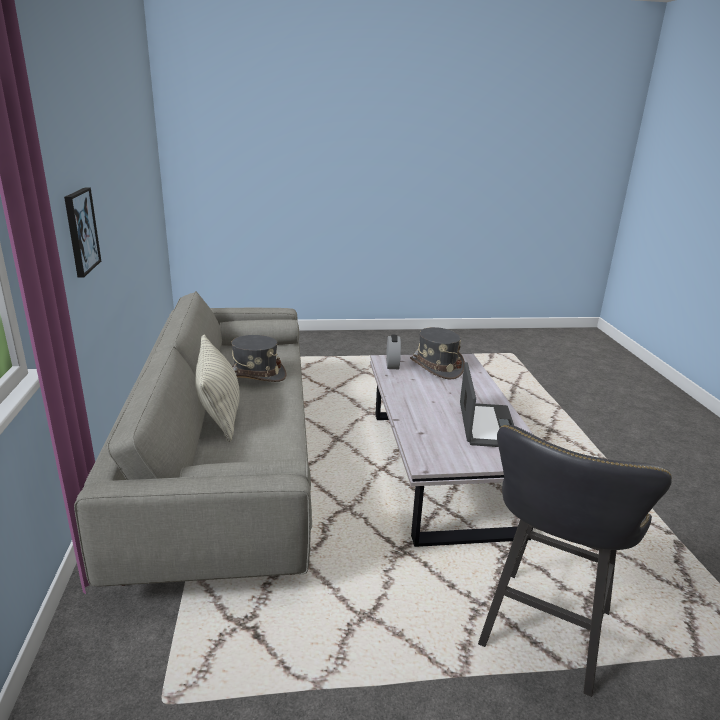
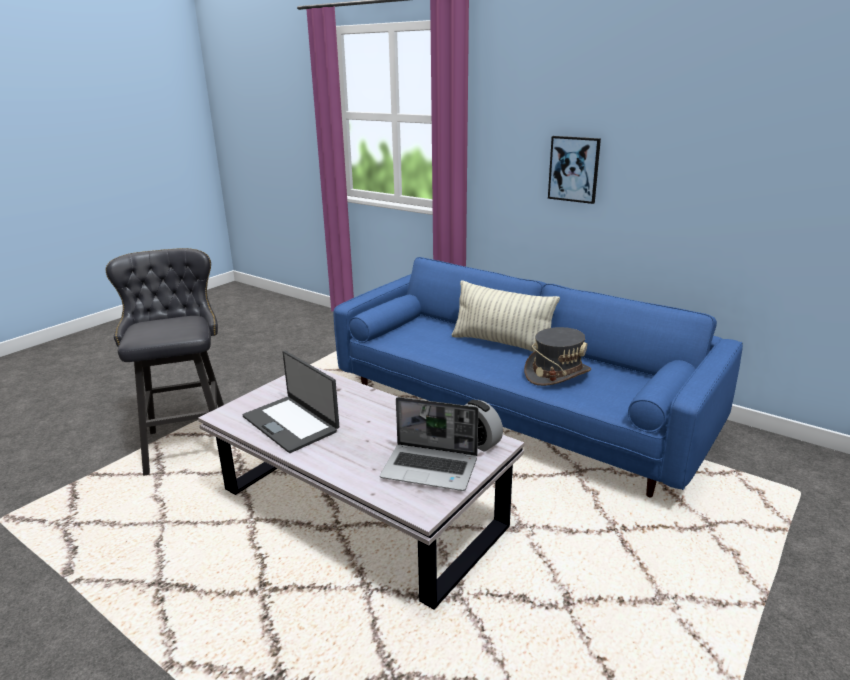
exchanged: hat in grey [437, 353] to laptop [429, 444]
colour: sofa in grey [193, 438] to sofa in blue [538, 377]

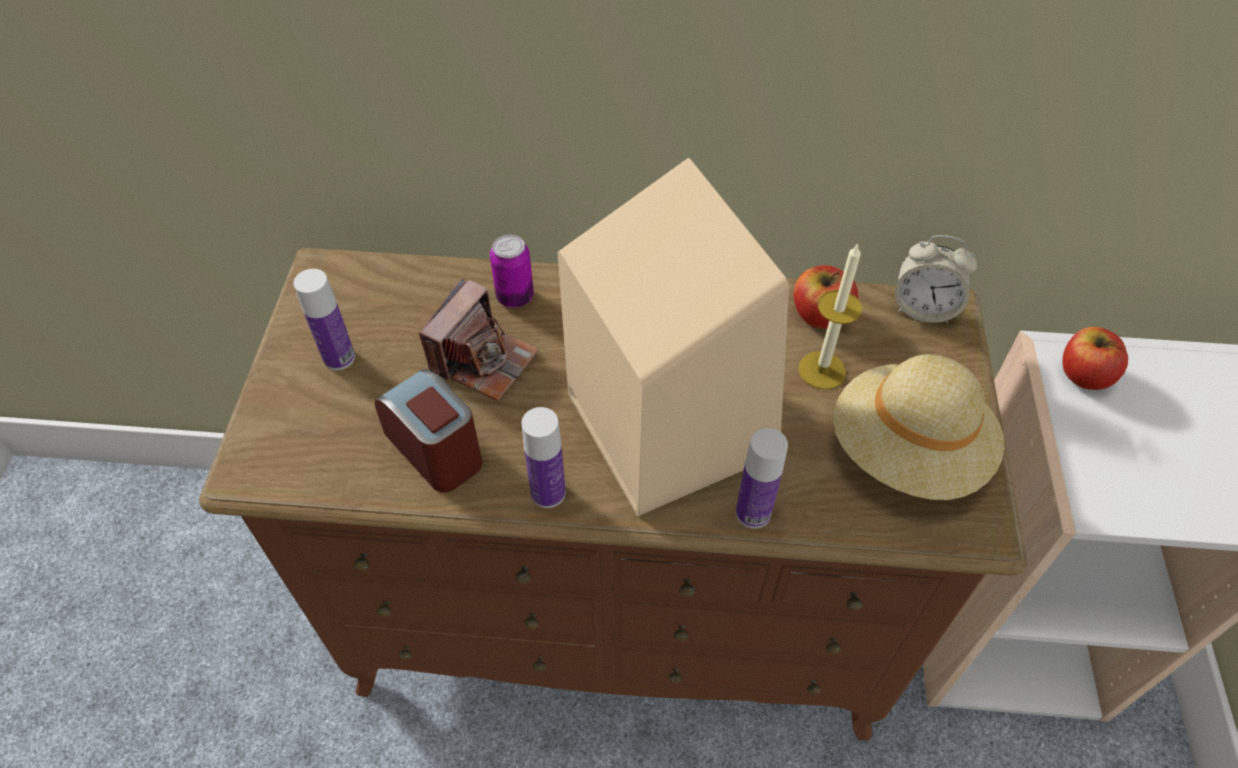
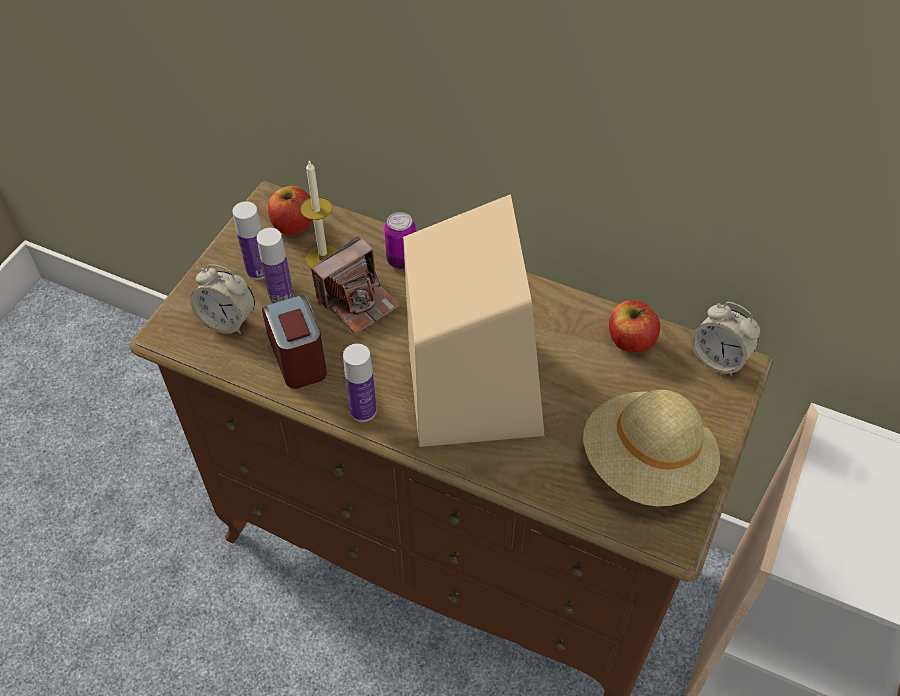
appeared: alarm clock [222, 299]
relocated: bottle [762, 478] to [275, 266]; candle [830, 316] to [318, 214]; apple [1095, 358] to [290, 210]

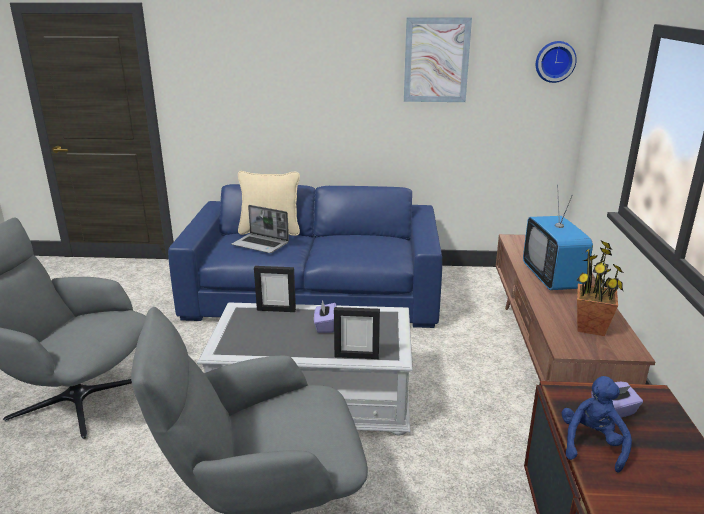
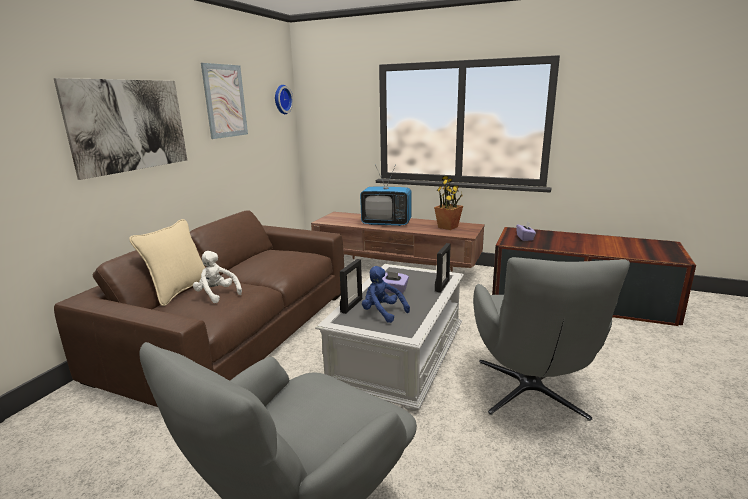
appeared: picture [120, 129]
relocated: plush toy in blue [597, 424] to [386, 294]
exchanged: laptop [260, 229] to plush toy in white [217, 277]
colour: sofa in blue [305, 256] to sofa in brown [199, 309]

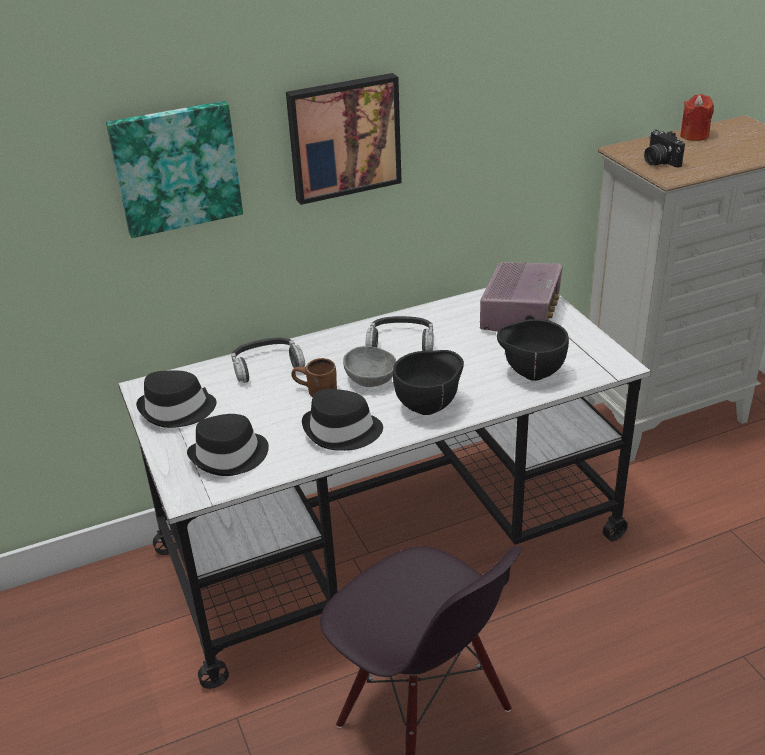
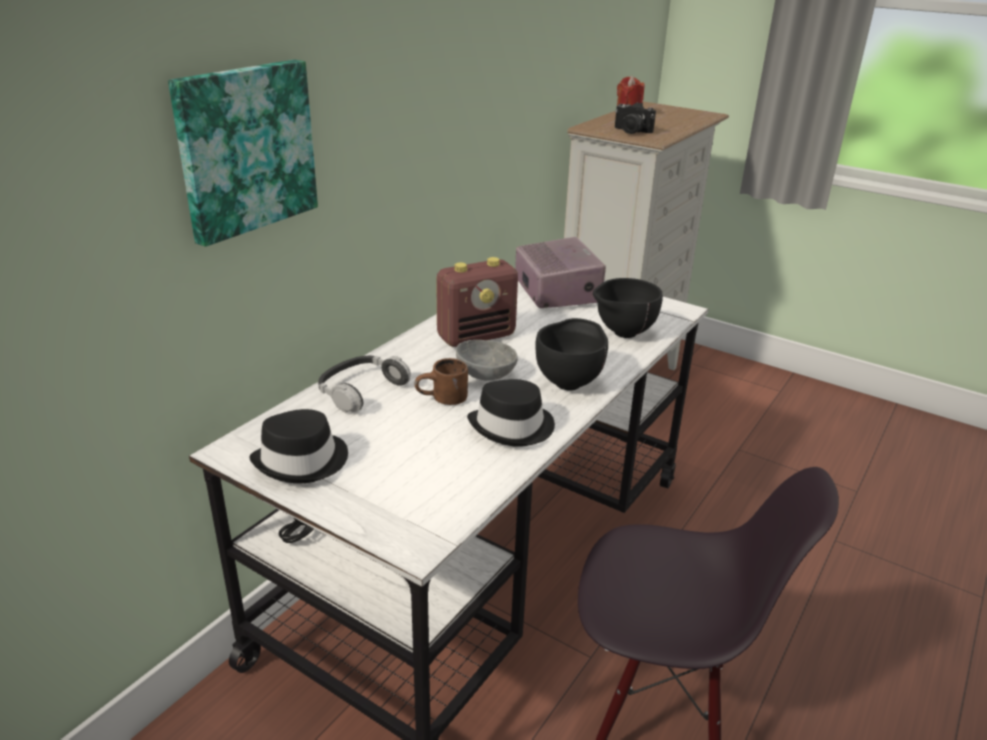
missing: hat in black [228, 445]; picture [344, 139]
exchanged: headphones [400, 333] to radio [477, 302]

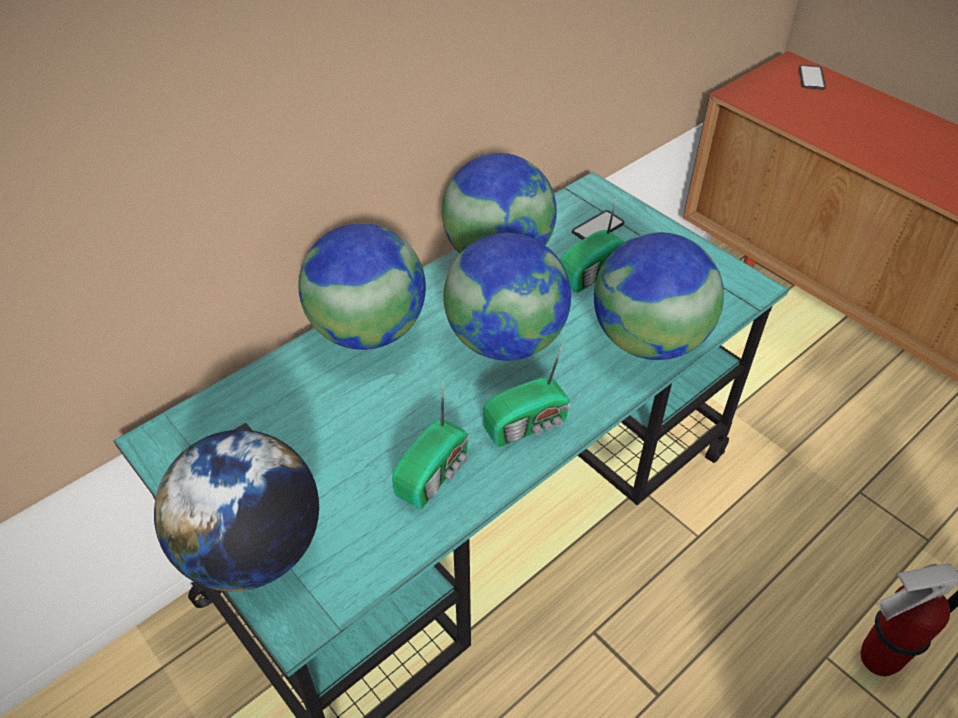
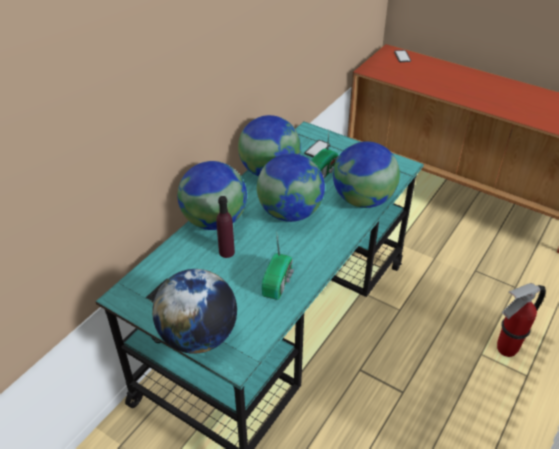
missing: radio [526, 395]
appeared: bottle in purple [225, 227]

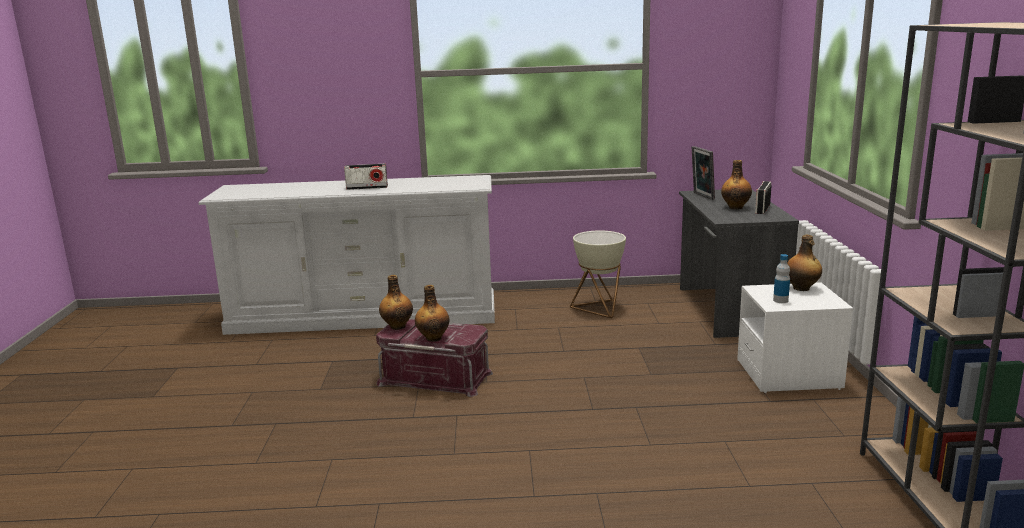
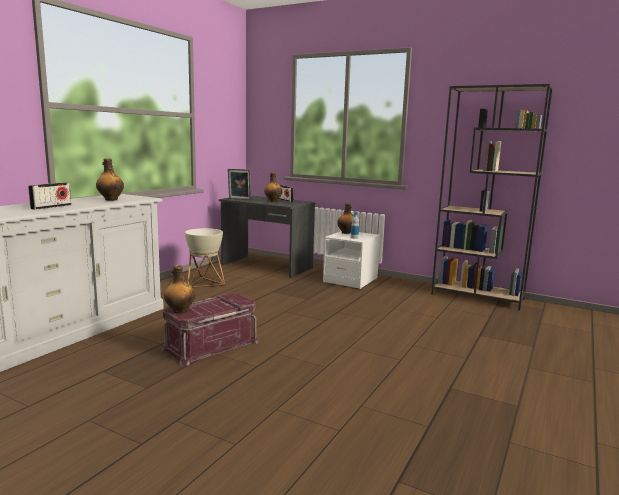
relocated: bottle [432, 313] to [110, 179]

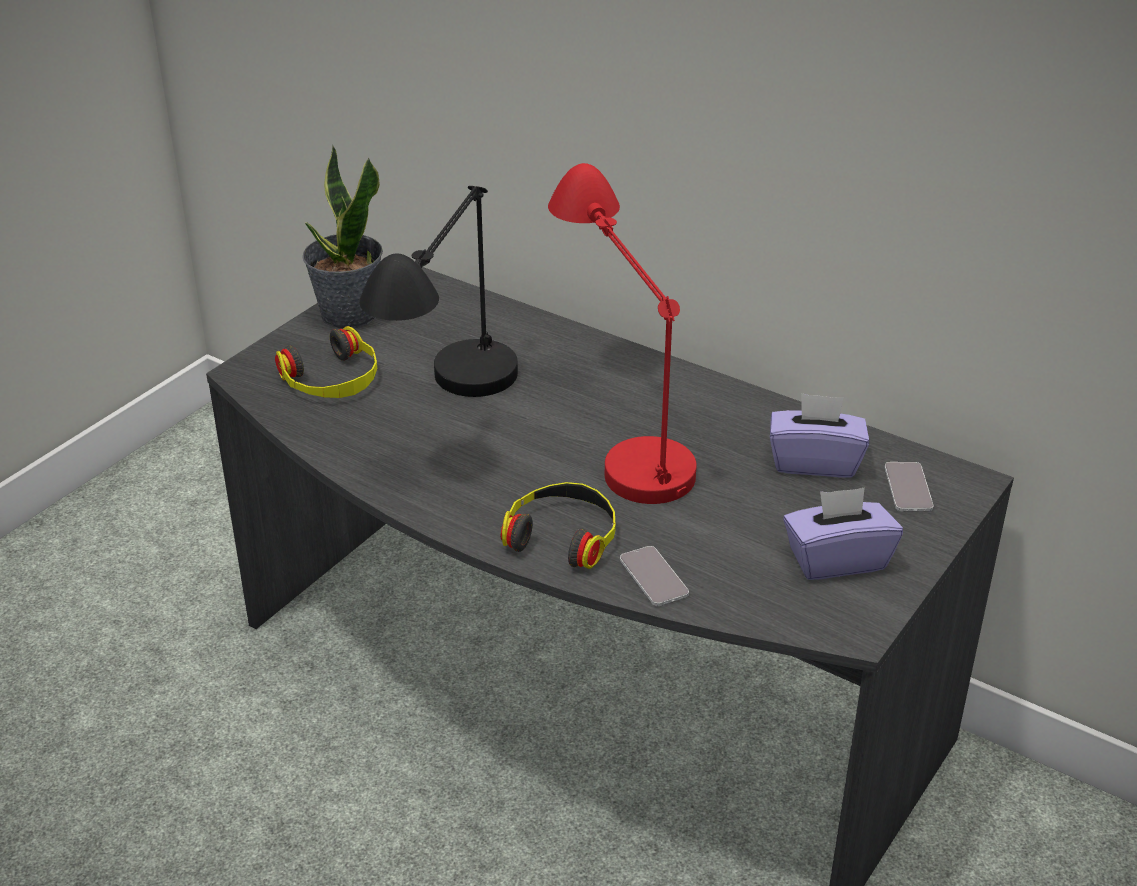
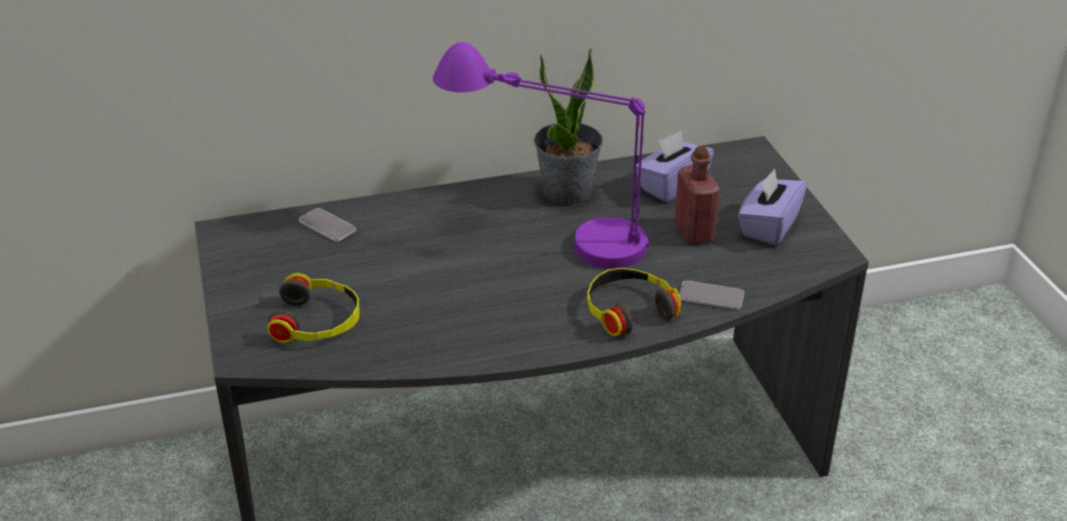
missing: table lamp in black [438, 291]
appeared: bottle in red [697, 195]
relocated: potted plant [342, 237] to [568, 126]; phone [909, 486] to [327, 225]
colour: table lamp in red [622, 333] to table lamp in purple [541, 155]

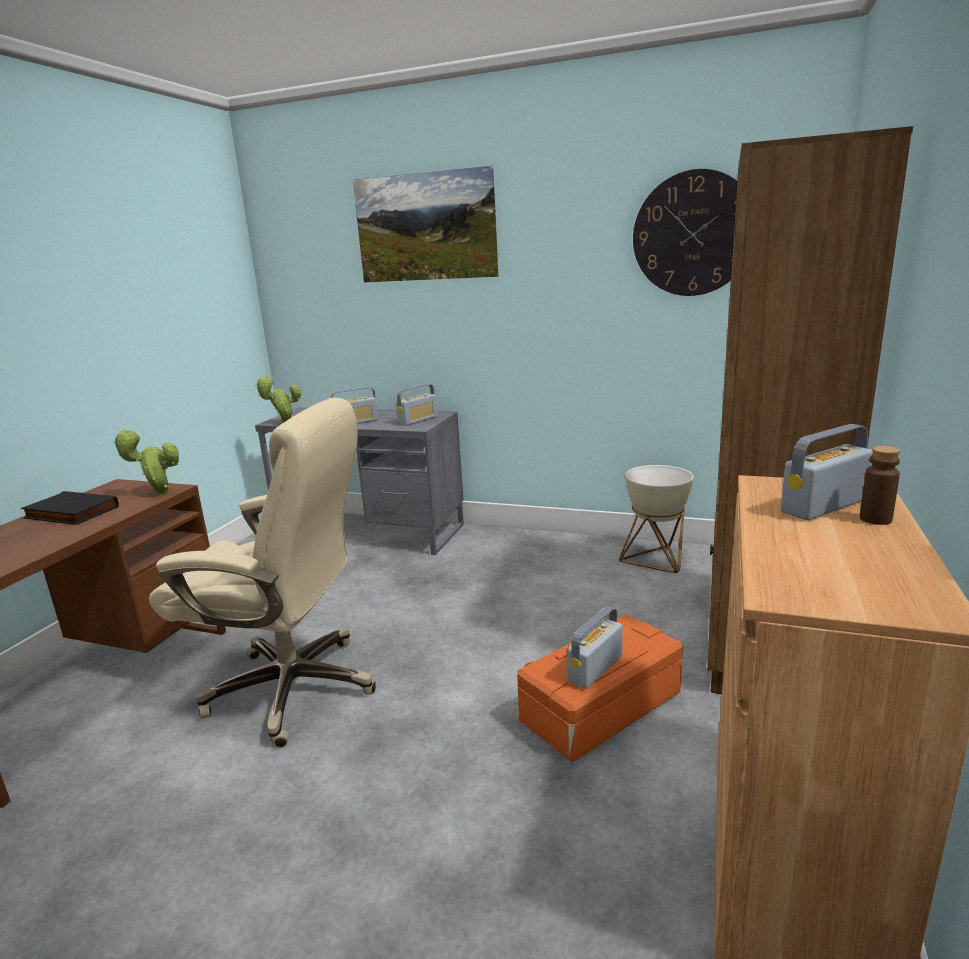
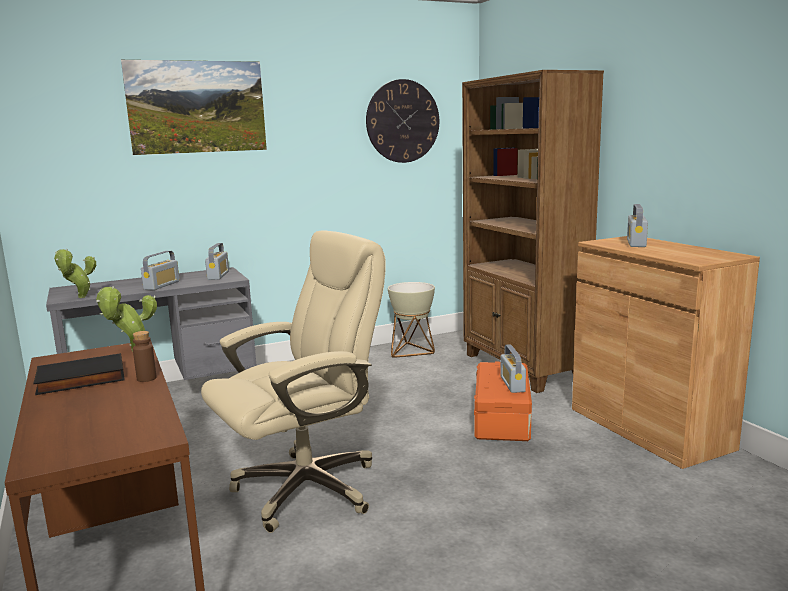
relocated: bottle in brown [880, 485] to [145, 356]

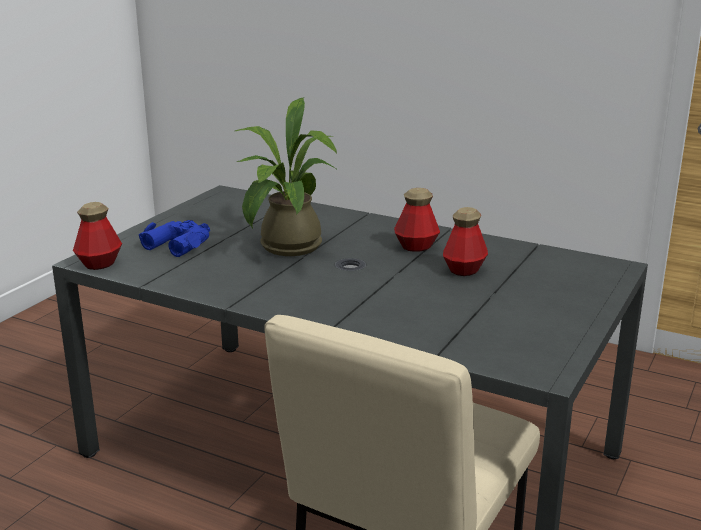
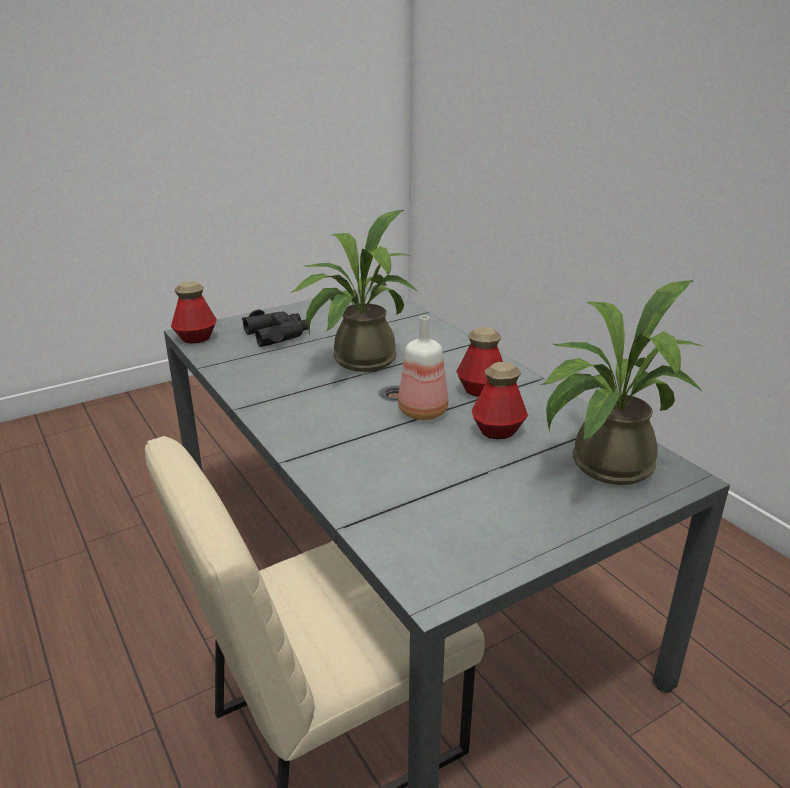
appeared: bottle [423, 368]; potted plant [622, 382]
colour: binoculars in blue [174, 238] to binoculars in black [275, 328]

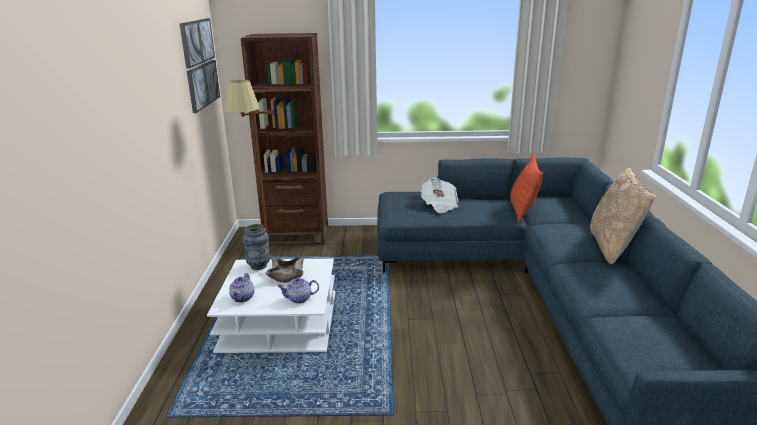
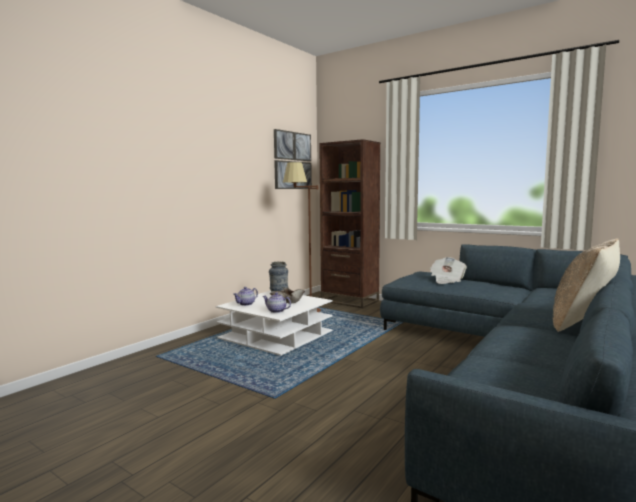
missing: pillow in orange [526, 188]

